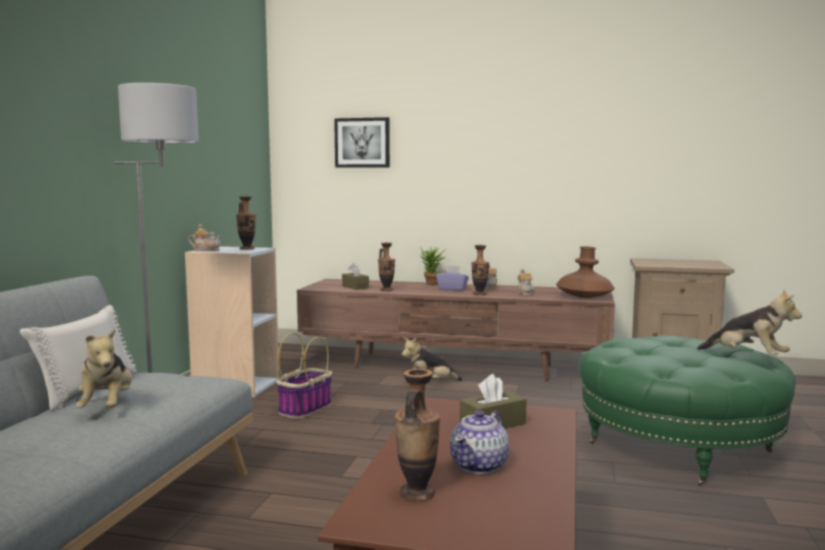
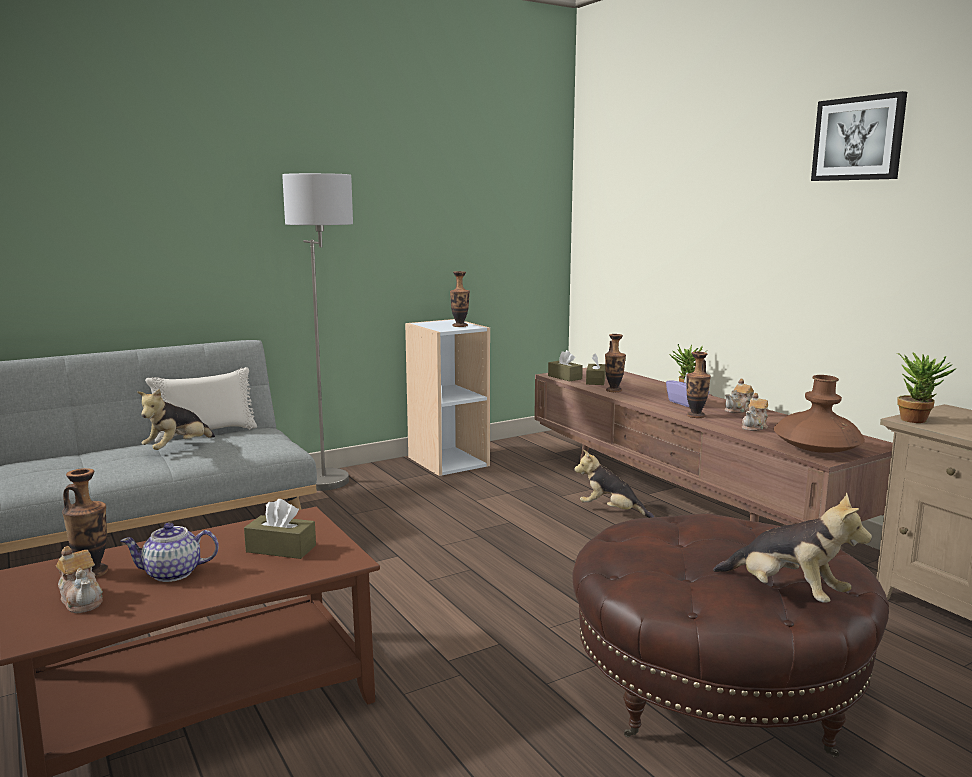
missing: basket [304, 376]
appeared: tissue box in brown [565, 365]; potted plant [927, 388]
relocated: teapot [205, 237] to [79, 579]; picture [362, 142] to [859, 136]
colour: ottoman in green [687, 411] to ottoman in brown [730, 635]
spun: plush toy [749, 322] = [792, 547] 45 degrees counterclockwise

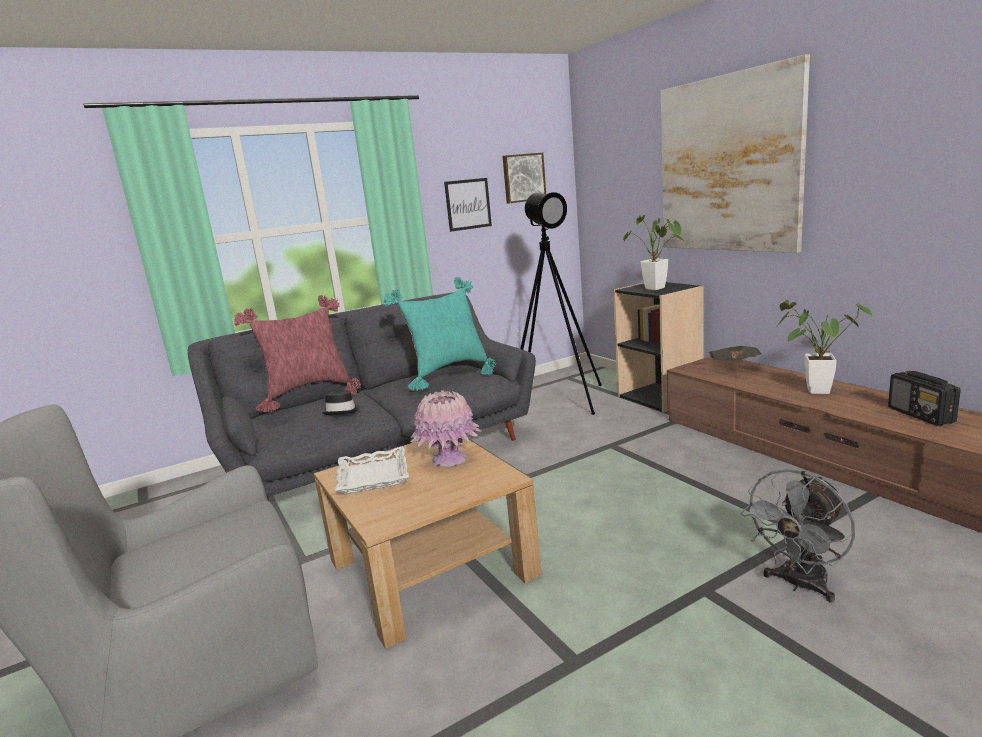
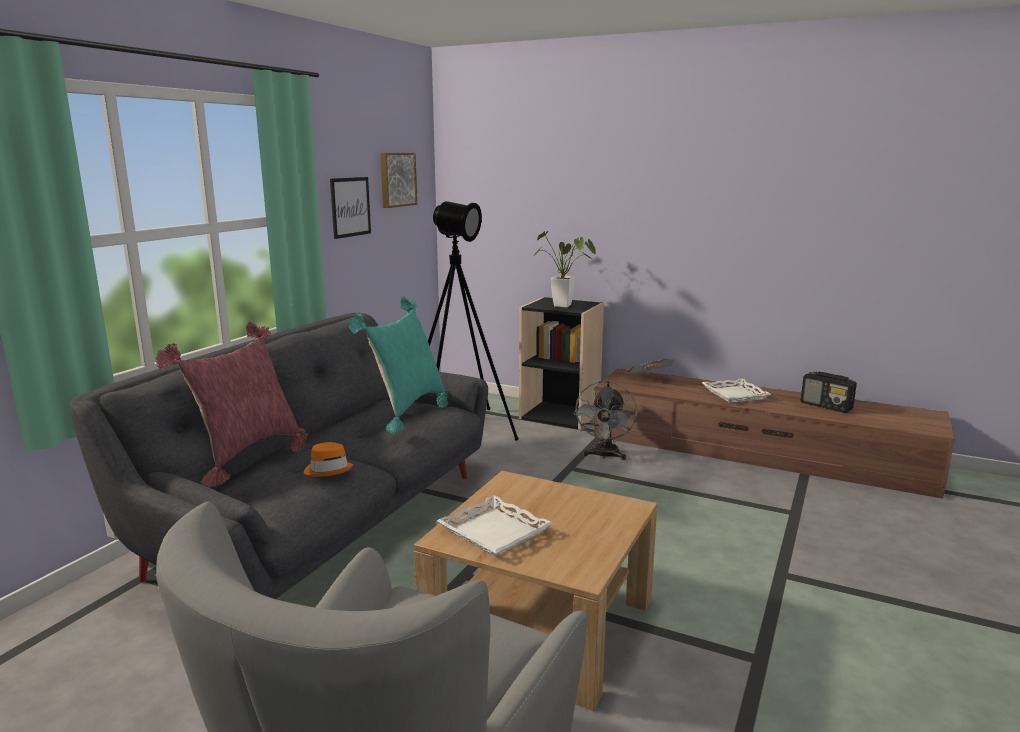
missing: vase in pink [446, 428]; picture [735, 153]
relocated: fan in grey [798, 536] to [605, 420]
exchanged: potted plant [825, 347] to tray in white [737, 391]
colour: hat in black [341, 402] to hat in orange [328, 459]

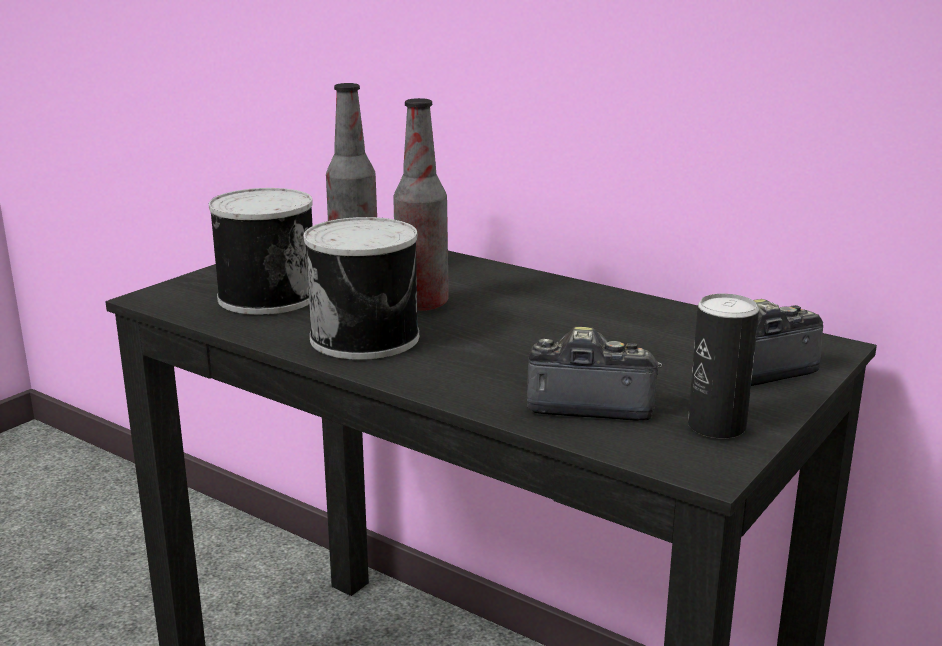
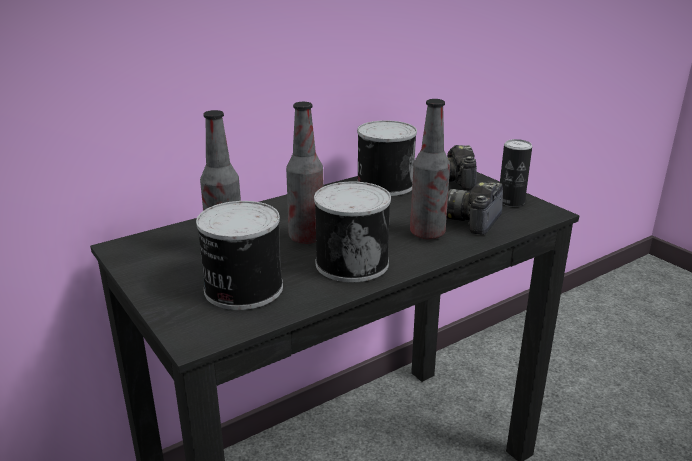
appeared: can [387, 158]; bottle [430, 169]

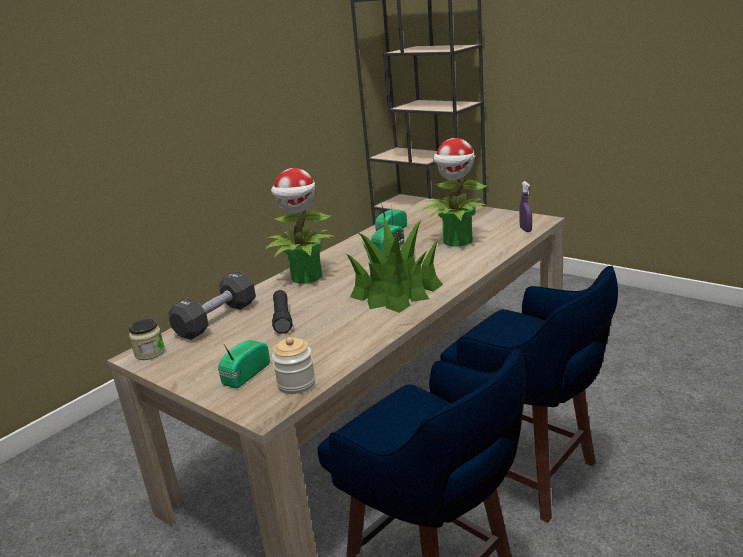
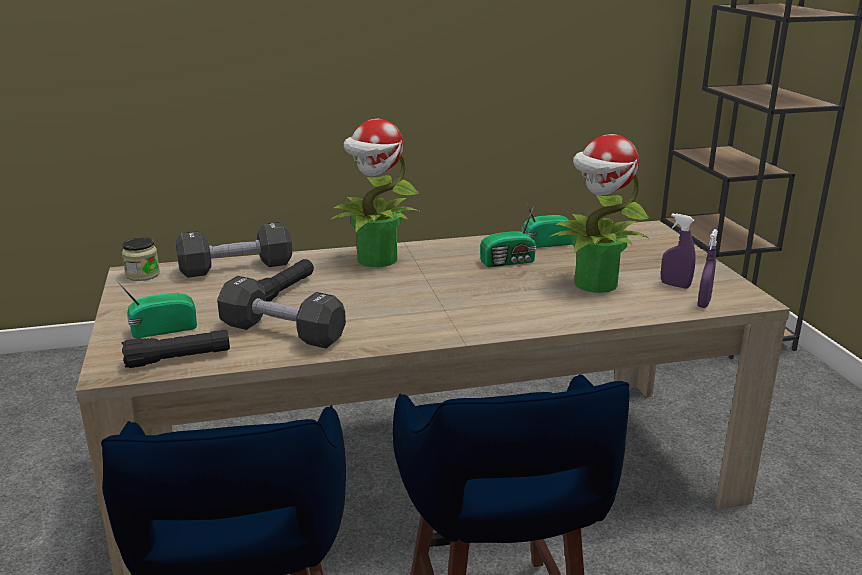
missing: potted plant [394, 265]
appeared: dumbbell in black [281, 312]; spray bottle in purple [678, 251]
exchanged: jar [294, 365] to flashlight in black [175, 349]

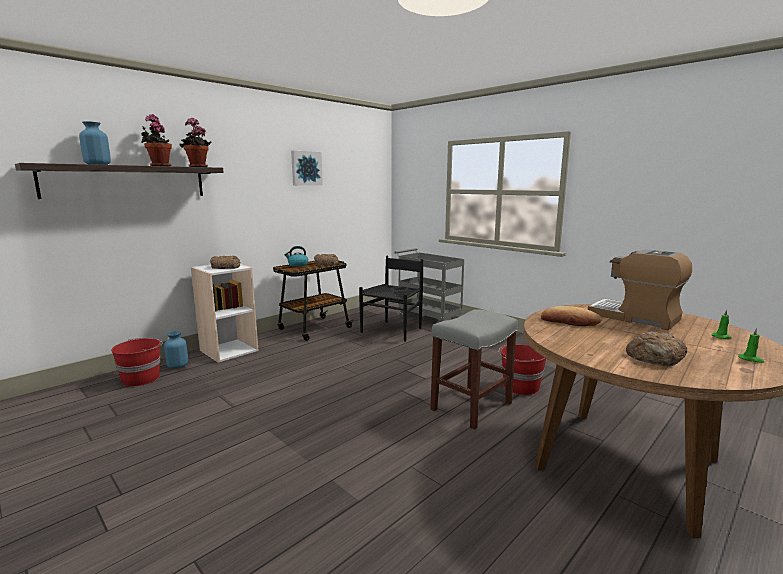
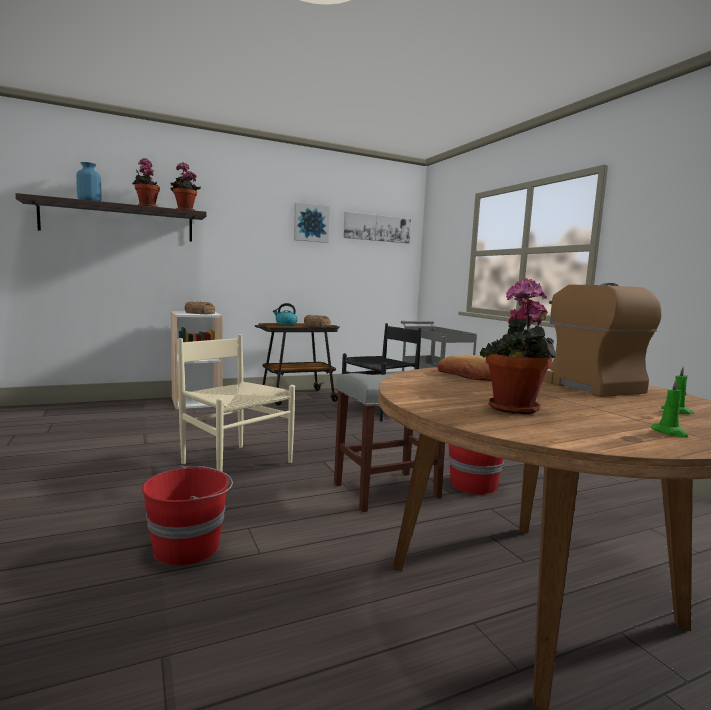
missing: vase in blue [176, 350]
appeared: chair in beige [236, 402]; picture [377, 227]
relocated: bucket in red [137, 362] to [187, 516]
exchanged: bread [656, 348] to potted plant [519, 346]

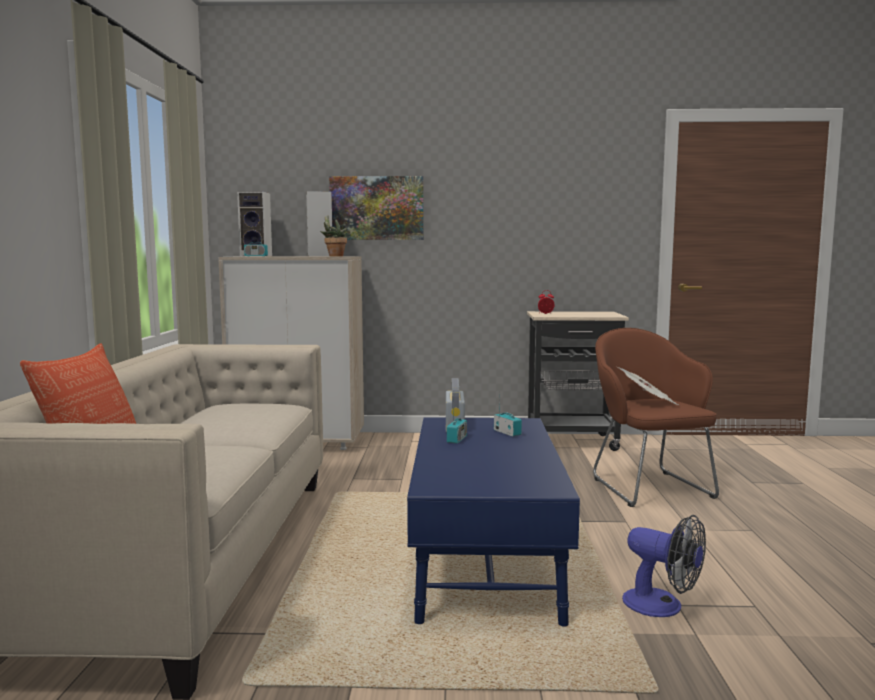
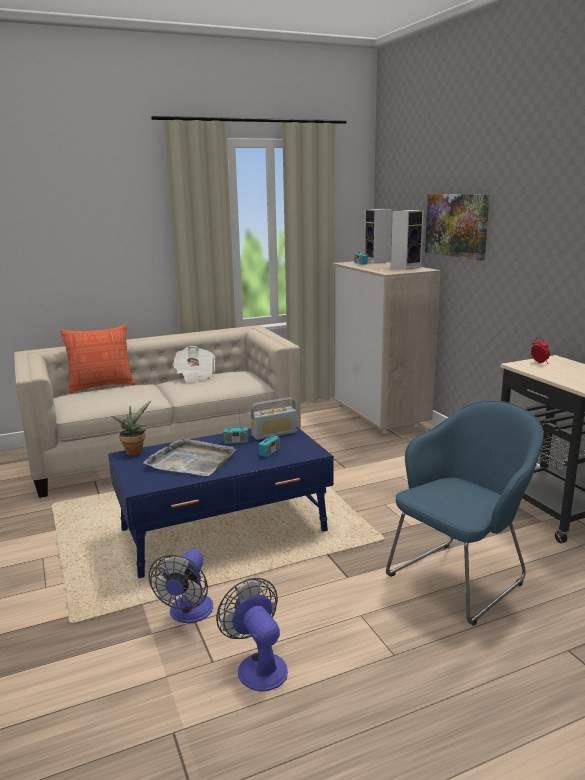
appeared: tray in grey [189, 457]; fan [252, 635]
relocated: potted plant [333, 236] to [131, 428]; newspaper [647, 386] to [193, 364]
colour: armchair in brown [656, 417] to armchair in blue [465, 513]

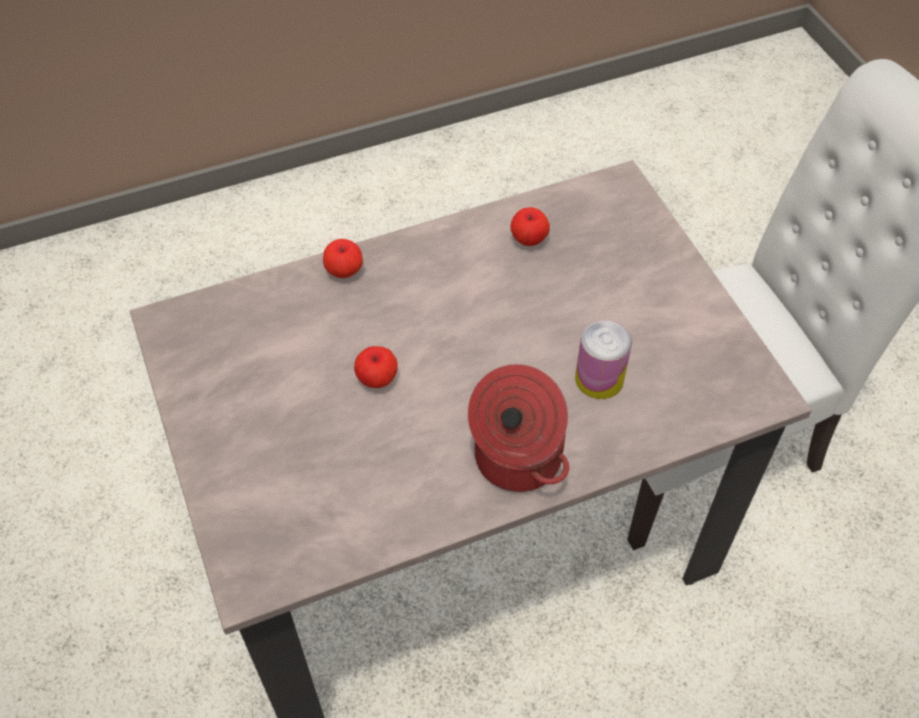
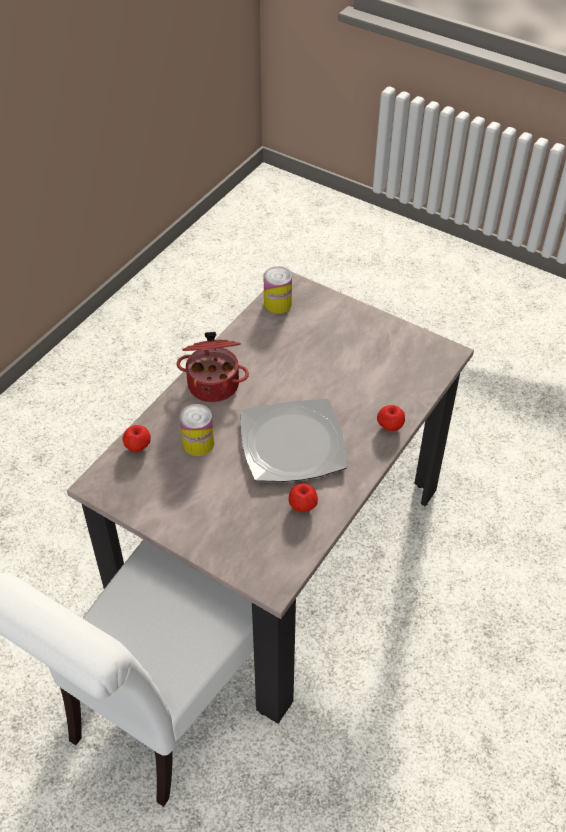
appeared: plate [294, 440]; can [278, 290]
relocated: apple [376, 367] to [137, 438]

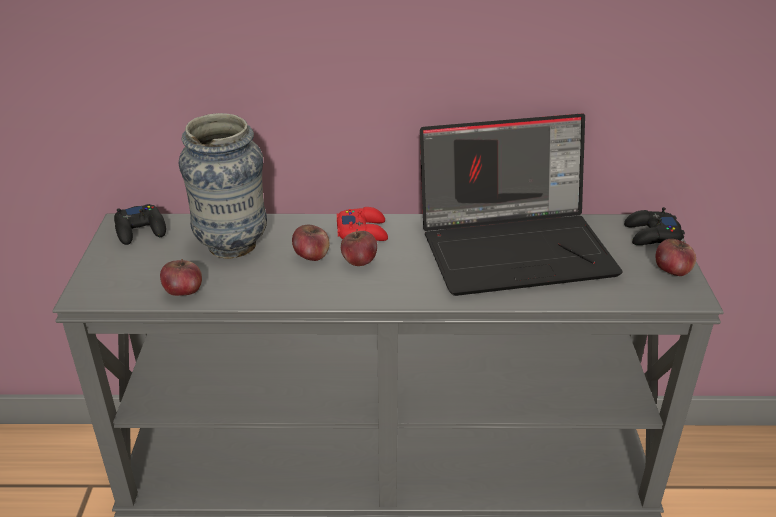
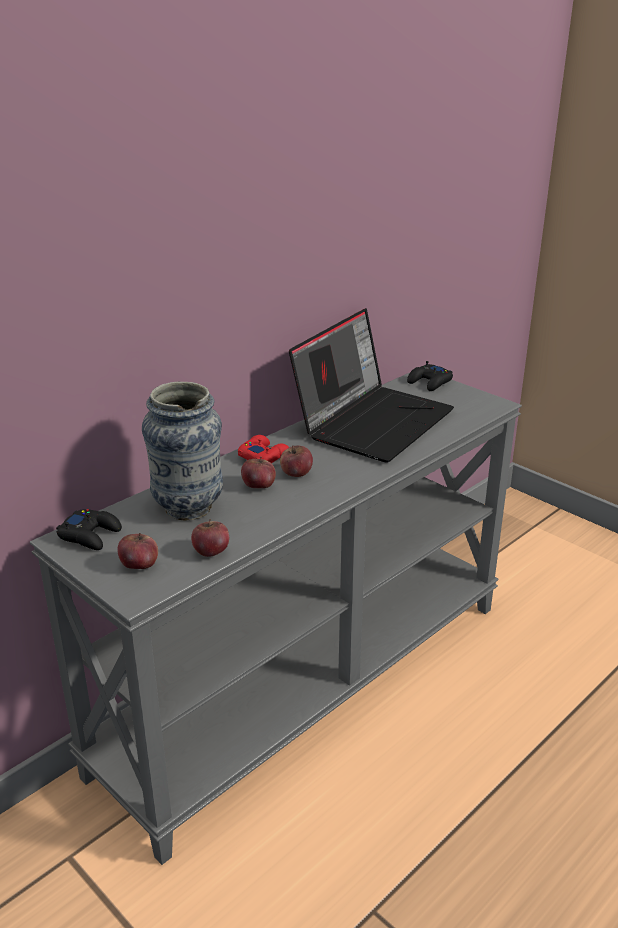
relocated: apple [675, 257] to [137, 551]

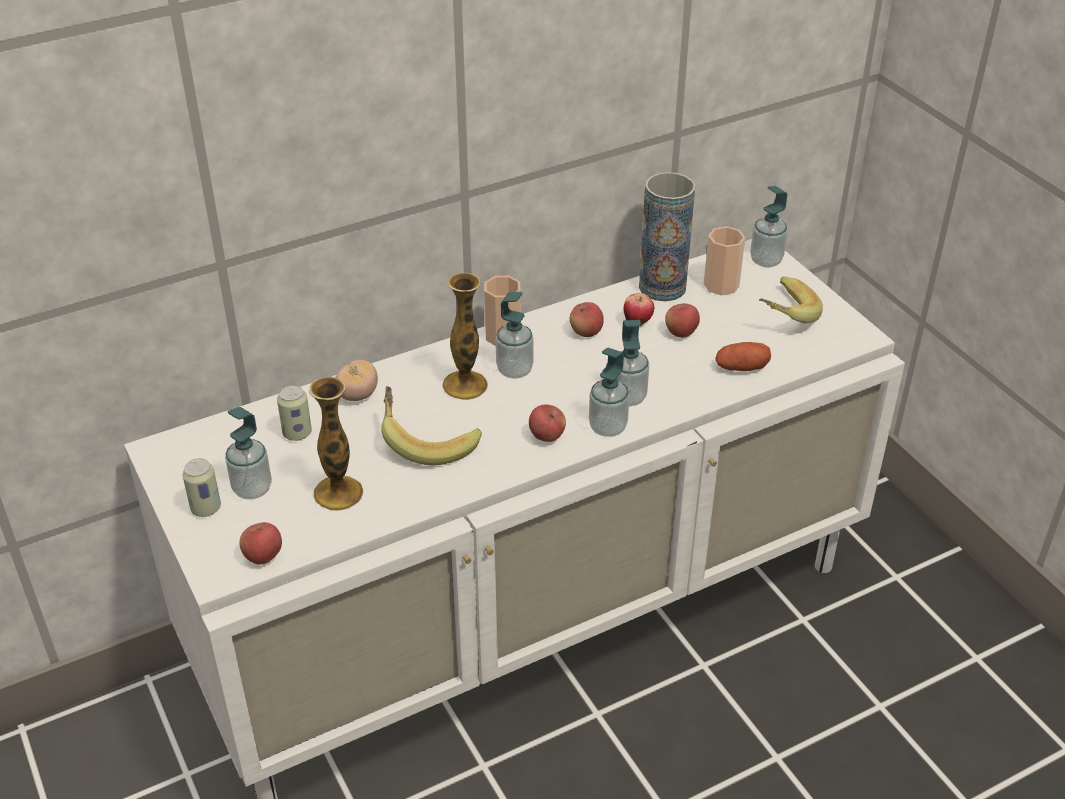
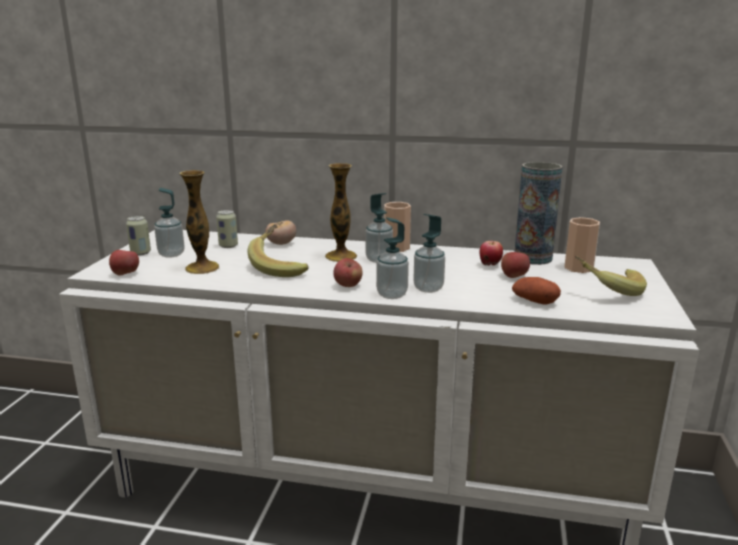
missing: apple [587, 319]; soap dispenser [769, 226]

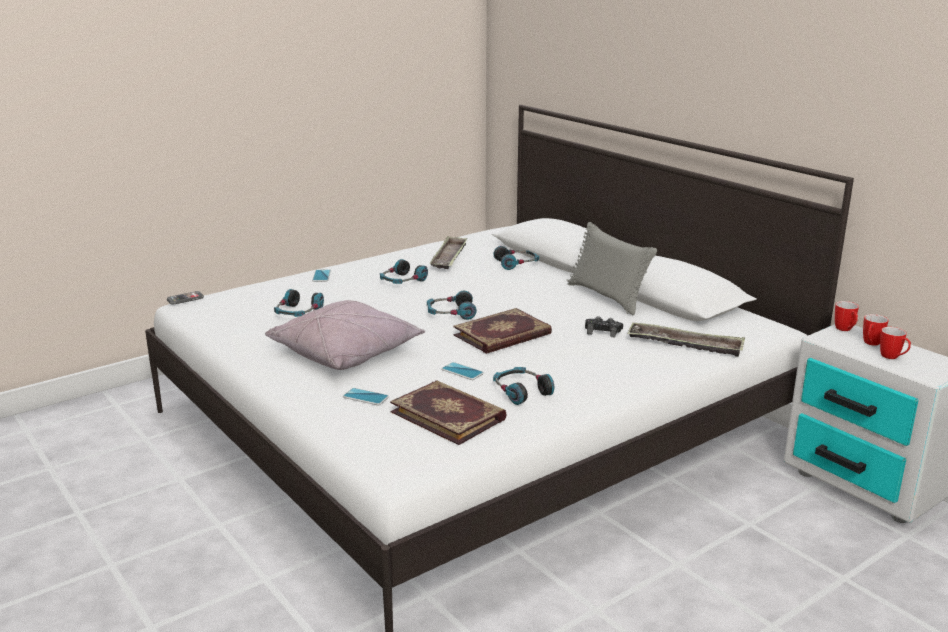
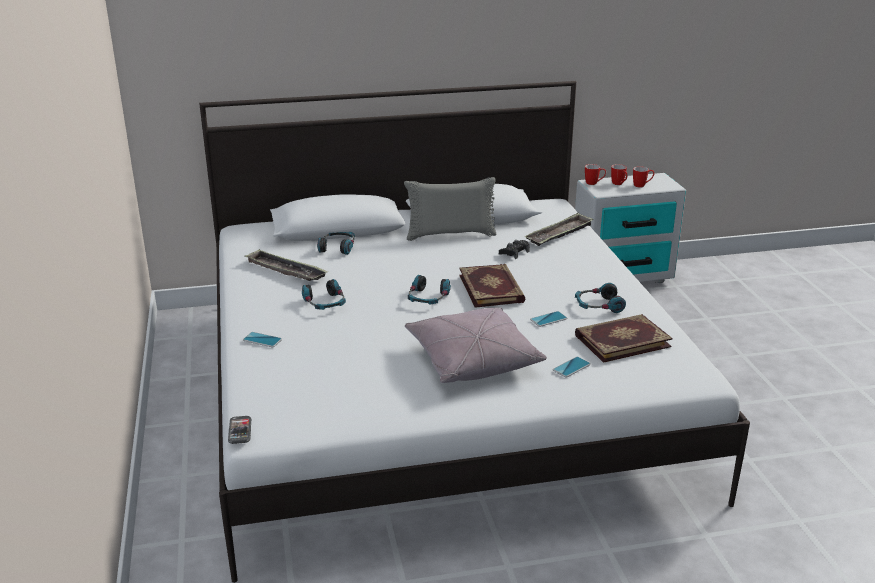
missing: headphones [299, 303]

